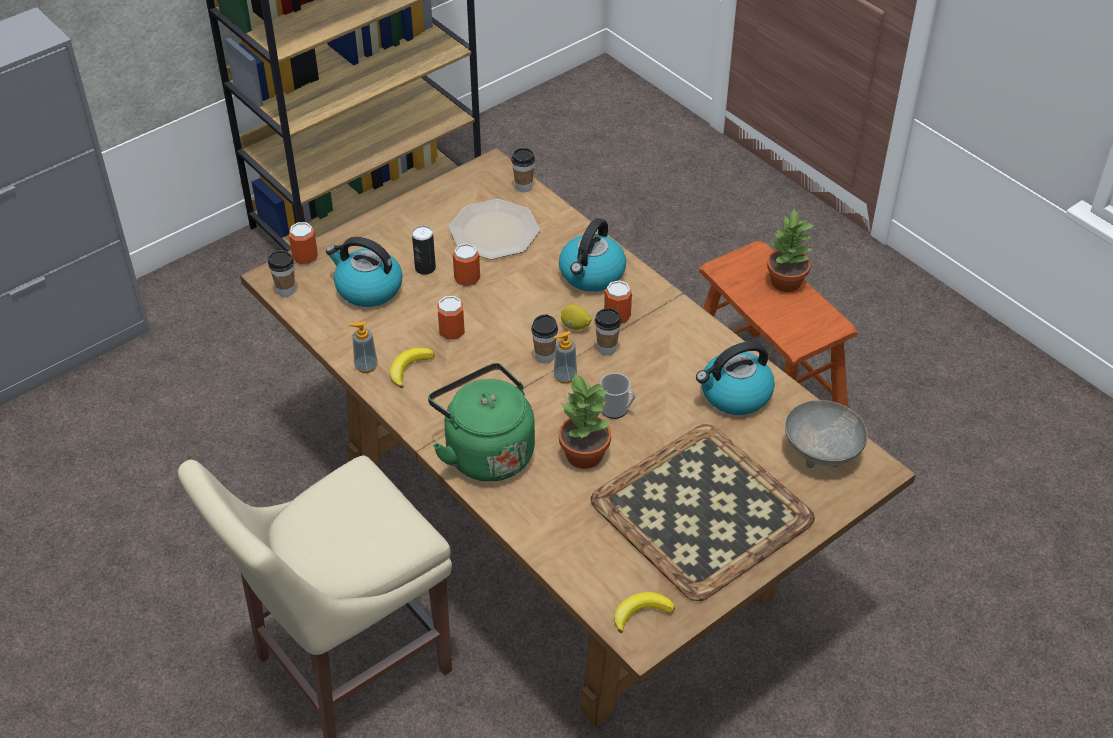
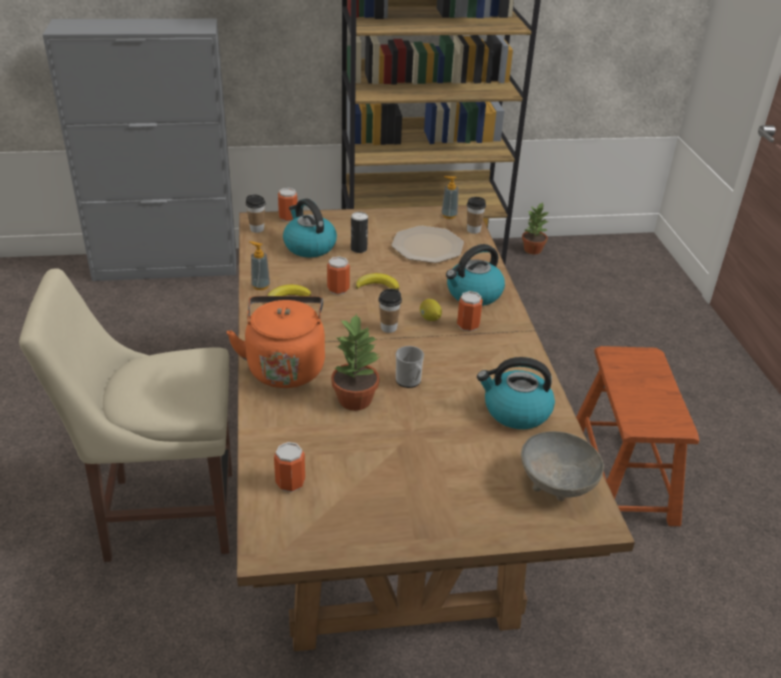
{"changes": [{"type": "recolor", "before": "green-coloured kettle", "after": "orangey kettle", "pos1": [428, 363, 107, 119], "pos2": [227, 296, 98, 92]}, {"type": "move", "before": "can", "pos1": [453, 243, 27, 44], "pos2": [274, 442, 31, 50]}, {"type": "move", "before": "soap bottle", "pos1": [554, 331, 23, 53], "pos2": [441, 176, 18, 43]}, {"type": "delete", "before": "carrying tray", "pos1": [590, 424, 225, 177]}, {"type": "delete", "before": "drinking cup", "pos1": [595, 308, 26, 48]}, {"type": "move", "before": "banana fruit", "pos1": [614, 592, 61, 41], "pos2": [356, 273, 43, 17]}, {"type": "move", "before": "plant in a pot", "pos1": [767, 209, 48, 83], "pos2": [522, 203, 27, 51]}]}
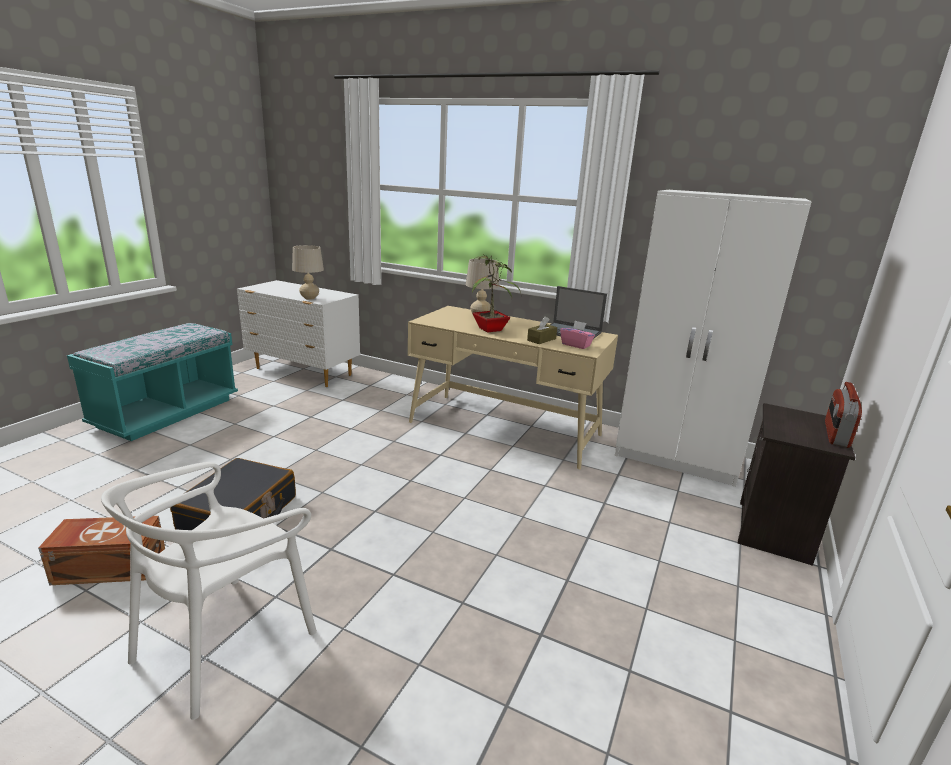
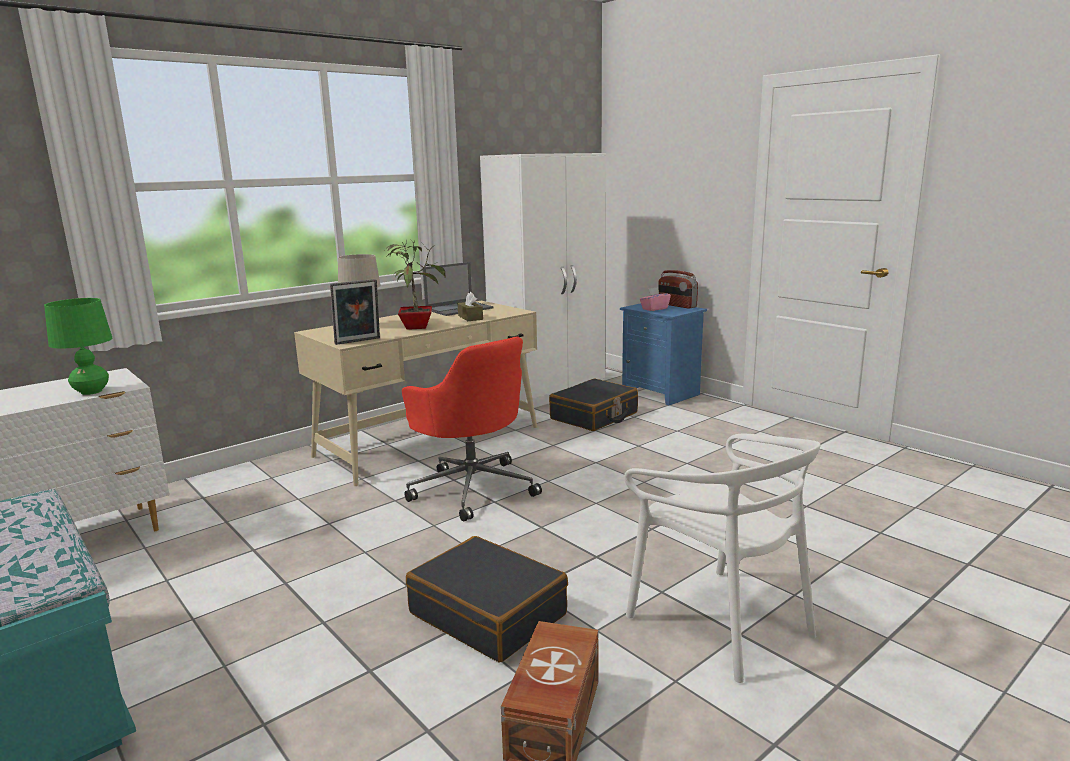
{"changes": [{"type": "recolor", "before": "beige tabletop lamp", "after": "green-coloured tabletop lamp", "pos1": [292, 245, 32, 55], "pos2": [44, 298, 69, 97]}, {"type": "move", "before": "pink-coloured tissue box", "pos1": [560, 321, 35, 28], "pos2": [640, 287, 31, 24]}, {"type": "recolor", "before": "black nightstand", "after": "blue-coloured nightstand", "pos1": [738, 403, 118, 163], "pos2": [620, 303, 87, 102]}, {"type": "insert", "after": "picture frame", "pos2": [330, 279, 50, 66]}, {"type": "insert", "after": "reddish desk chair", "pos2": [402, 336, 140, 186]}, {"type": "insert", "after": "black suitcase", "pos2": [549, 379, 89, 52]}]}
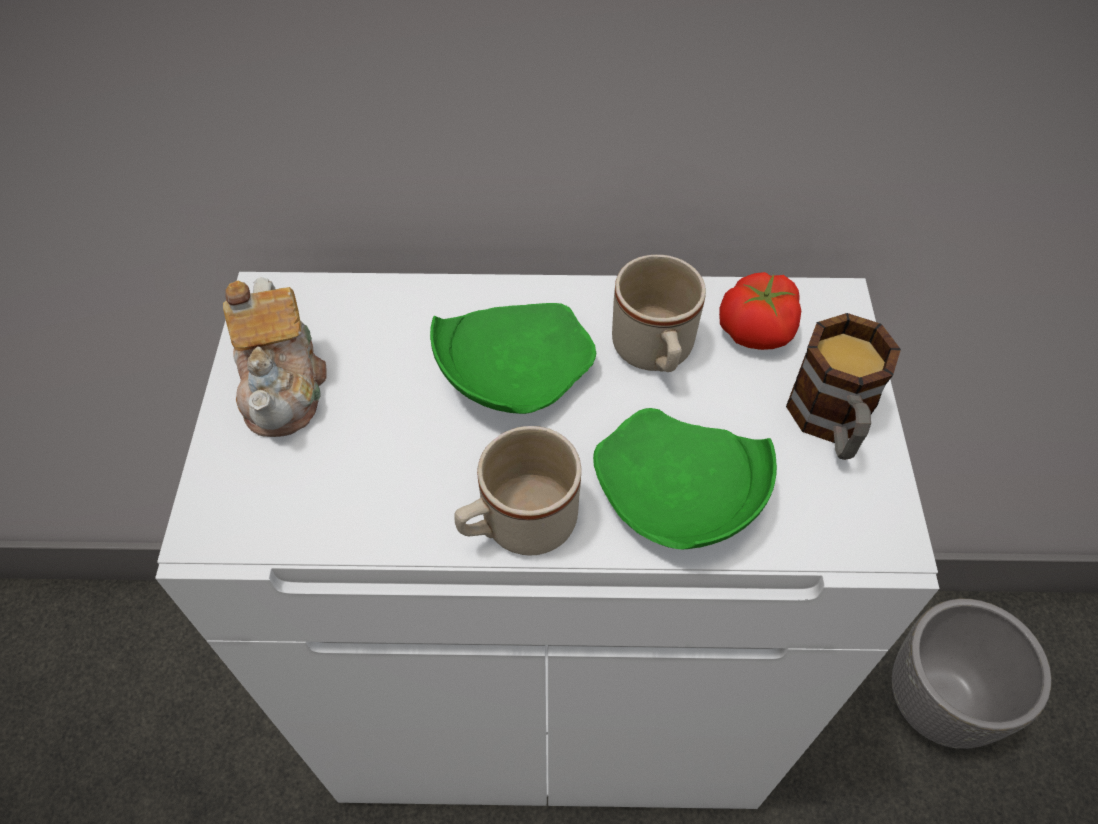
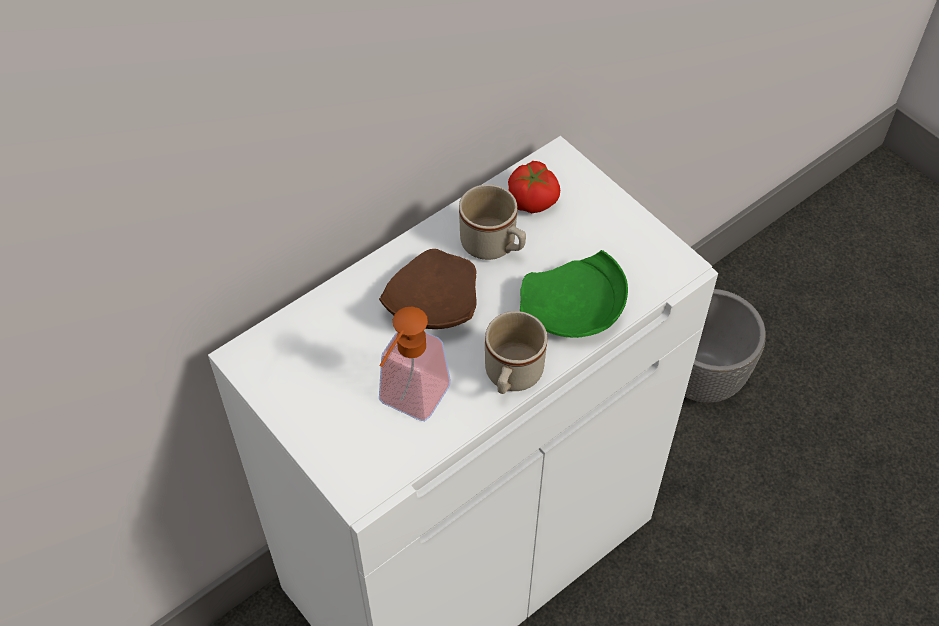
{"changes": [{"type": "delete", "before": "tea pot", "pos1": [223, 277, 104, 160]}, {"type": "recolor", "before": "green-coloured dinner plate", "after": "brown-coloured dinner plate", "pos1": [430, 303, 166, 111], "pos2": [379, 249, 98, 80]}, {"type": "delete", "before": "coffee mug", "pos1": [786, 313, 115, 147]}, {"type": "insert", "after": "soap bottle", "pos2": [379, 307, 72, 114]}]}
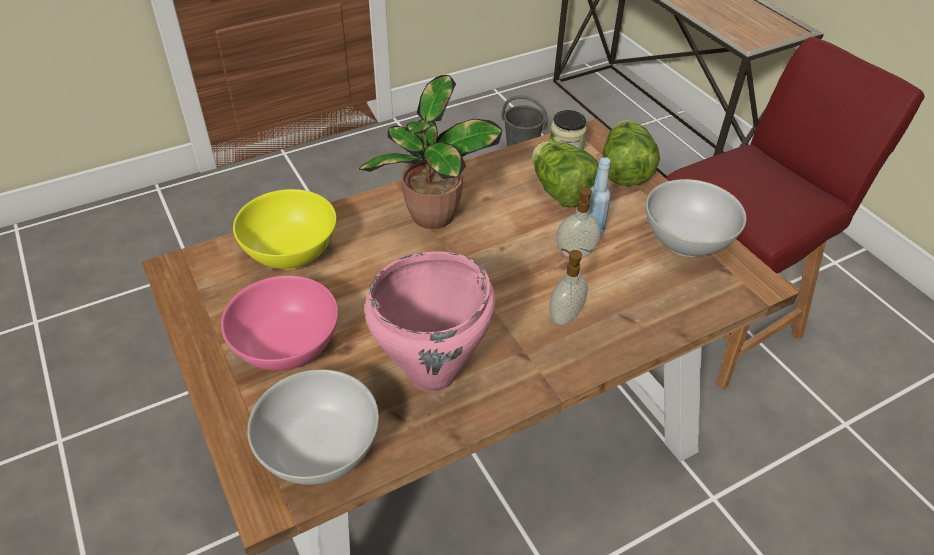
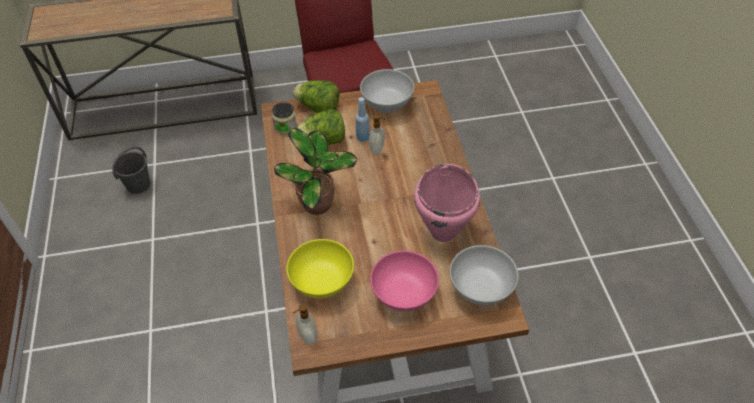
{"changes": [{"type": "move", "before": "soap bottle", "pos1": [549, 248, 39, 77], "pos2": [293, 304, 25, 41]}]}
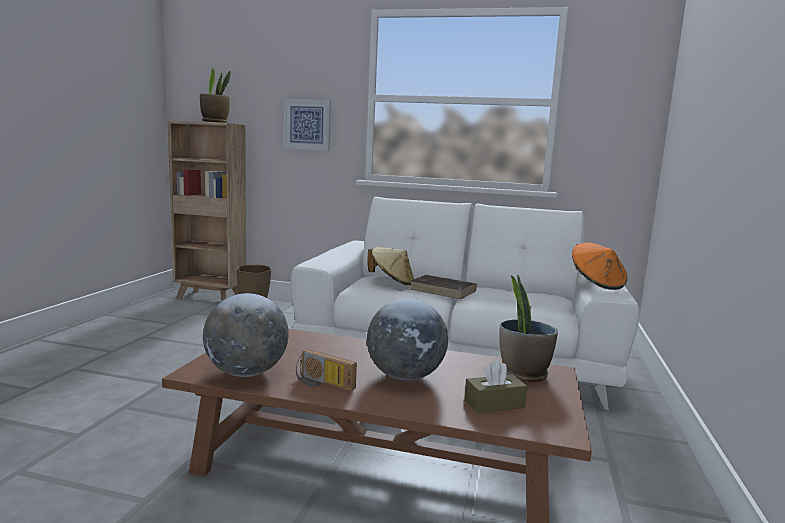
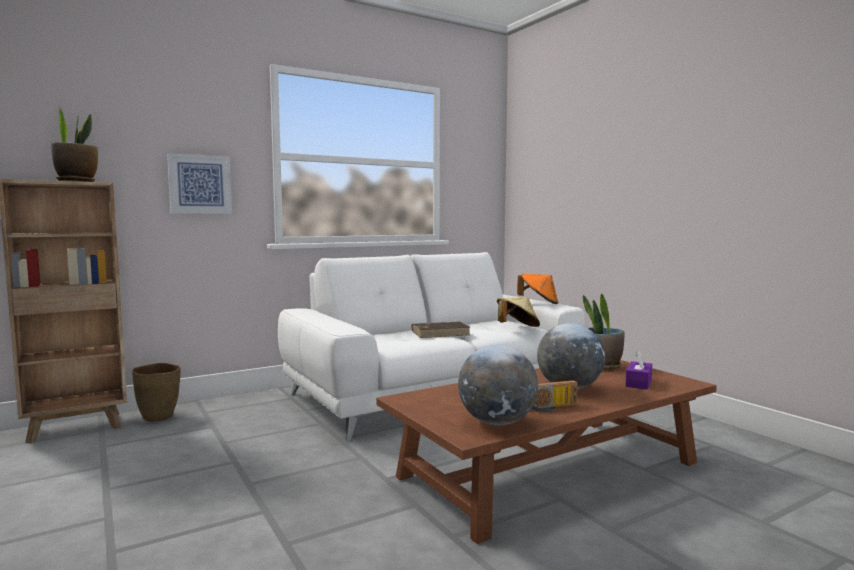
{"changes": [{"type": "move", "before": "beige wearable hat", "pos1": [367, 246, 47, 39], "pos2": [497, 297, 43, 30]}, {"type": "recolor", "before": "brown-coloured tissue box", "after": "purple-coloured tissue box", "pos1": [464, 360, 63, 53], "pos2": [625, 350, 27, 40]}]}
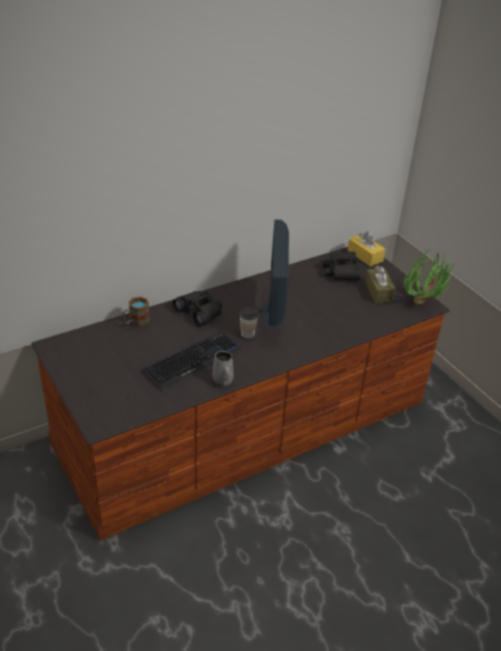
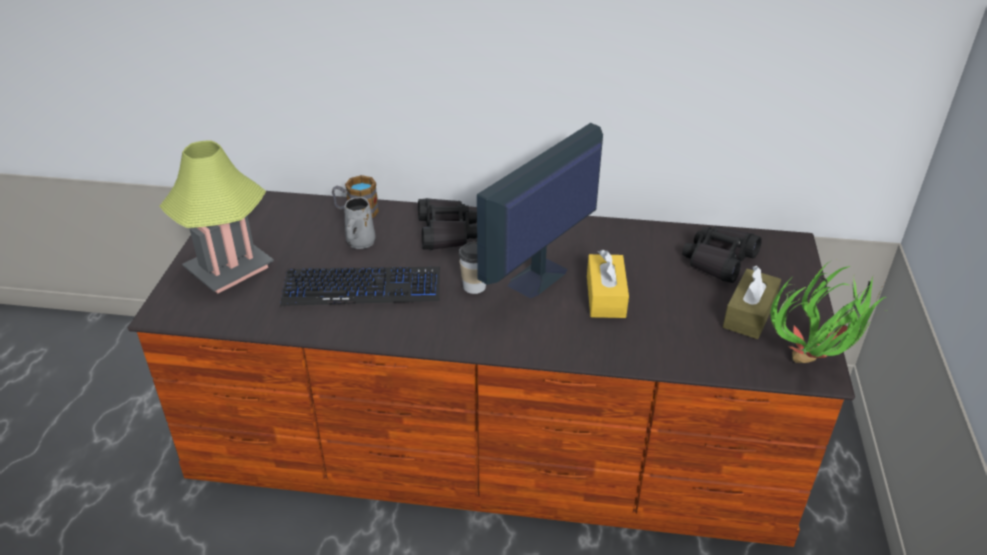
{"changes": [{"type": "move", "before": "gray coffee mug", "pos1": [212, 350, 22, 36], "pos2": [345, 197, 31, 52]}, {"type": "move", "before": "yellow-coloured tissue box", "pos1": [348, 231, 38, 36], "pos2": [587, 250, 42, 68]}, {"type": "insert", "after": "tabletop lamp", "pos2": [159, 141, 115, 152]}]}
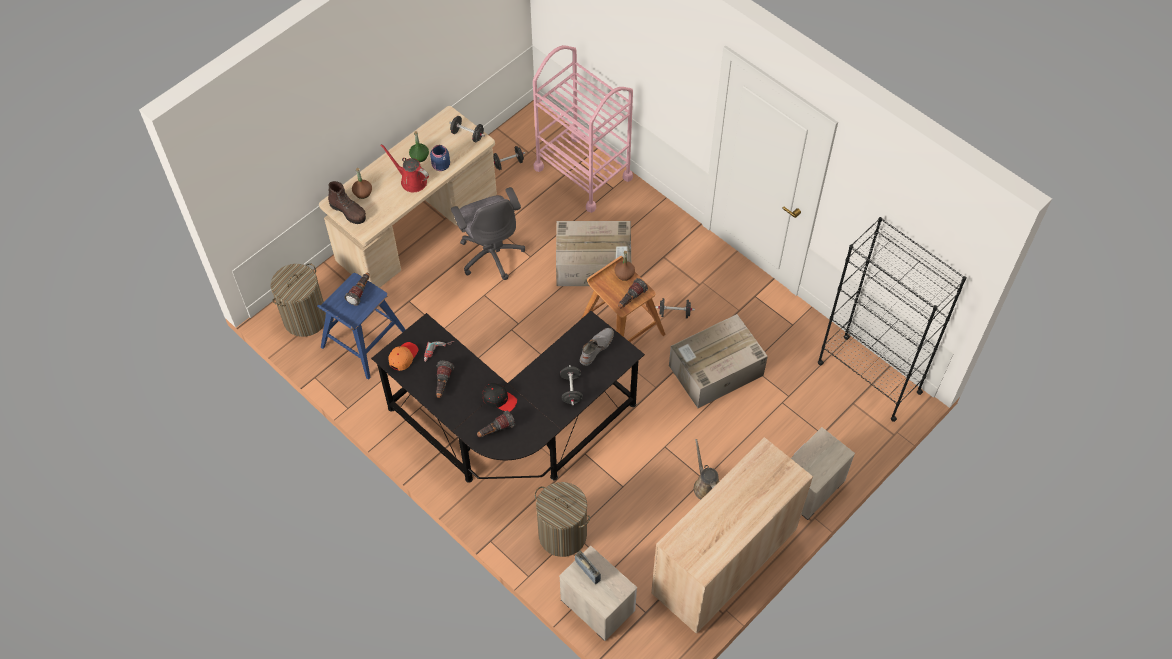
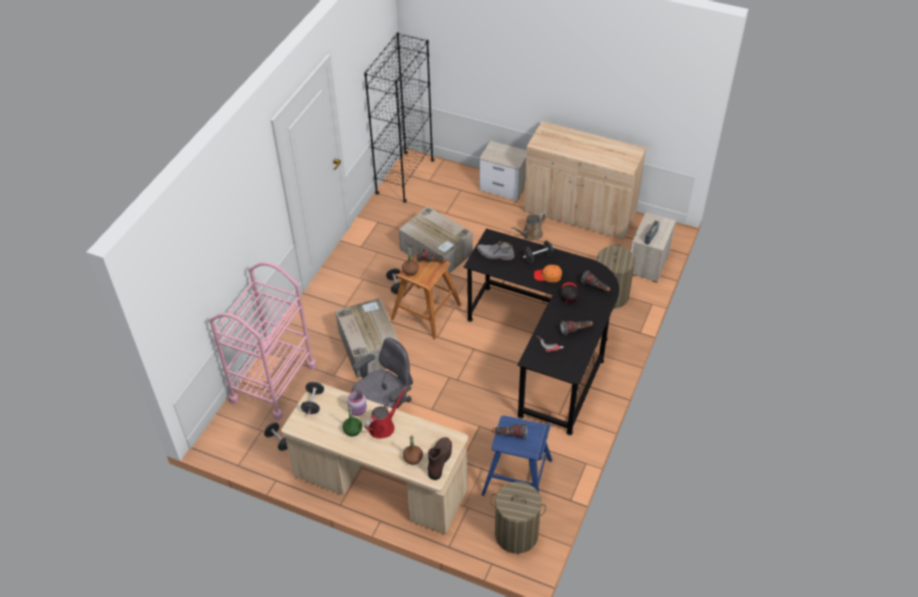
{"changes": [{"type": "rotate", "before": "reddish sprinkling can", "pos1": [380, 144, 49, 48], "pos2": [365, 387, 42, 52], "turn": -150}, {"type": "move", "before": "orangey baseball cap", "pos1": [388, 342, 30, 29], "pos2": [534, 265, 28, 17]}, {"type": "recolor", "before": "blue-coloured jar", "after": "pink-coloured jar", "pos1": [430, 145, 20, 26], "pos2": [347, 390, 20, 26]}]}
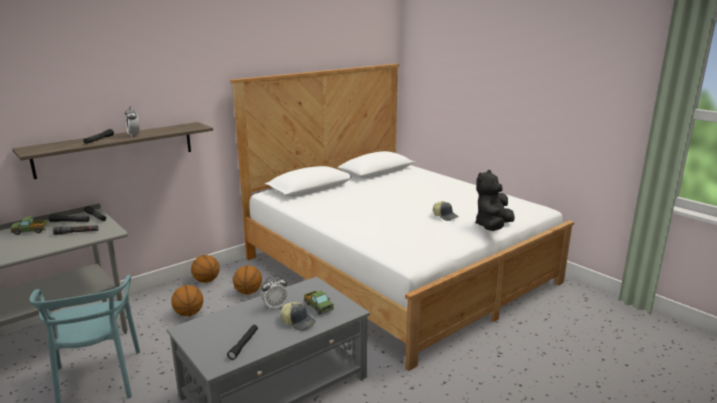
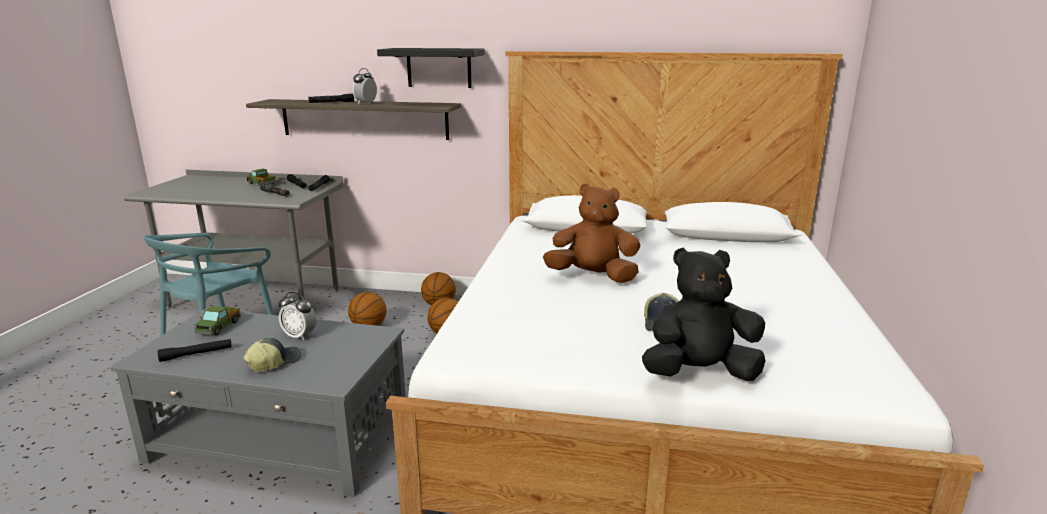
{"changes": [{"type": "rotate", "before": "baseball cap", "pos1": [281, 302, 35, 29], "pos2": [243, 338, 59, 34], "turn": -135}, {"type": "move", "before": "model truck", "pos1": [304, 290, 30, 25], "pos2": [194, 306, 47, 30]}, {"type": "insert", "after": "black bracket shelf", "pos2": [377, 48, 108, 40]}, {"type": "insert", "after": "brown-coloured plush toy", "pos2": [543, 184, 98, 99]}]}
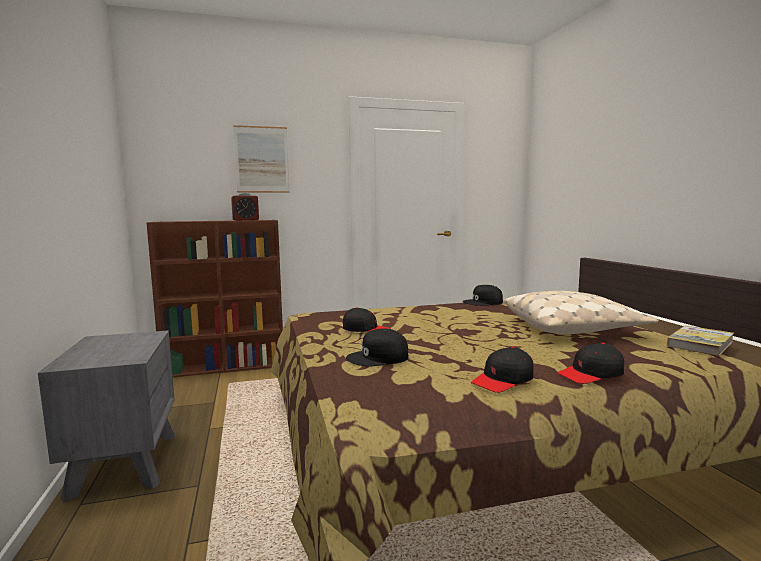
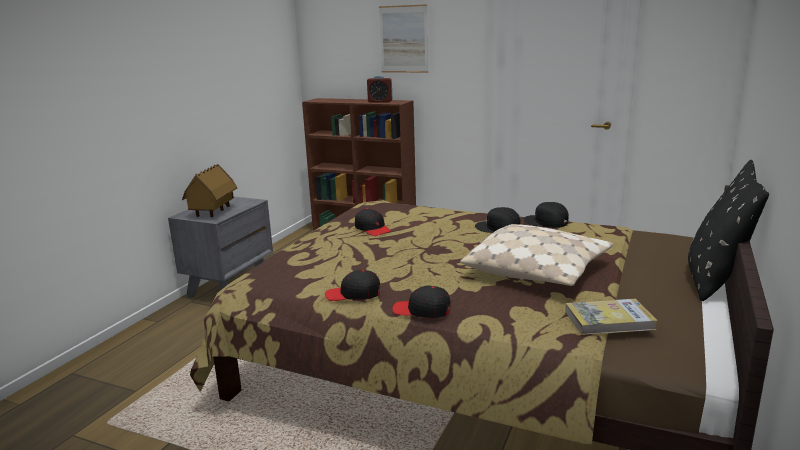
{"changes": [{"type": "move", "before": "black baseball cap", "pos1": [346, 328, 62, 38], "pos2": [475, 207, 45, 26]}, {"type": "insert", "after": "miniature house", "pos2": [182, 164, 55, 53]}, {"type": "insert", "after": "black pillow", "pos2": [688, 160, 81, 141]}]}
